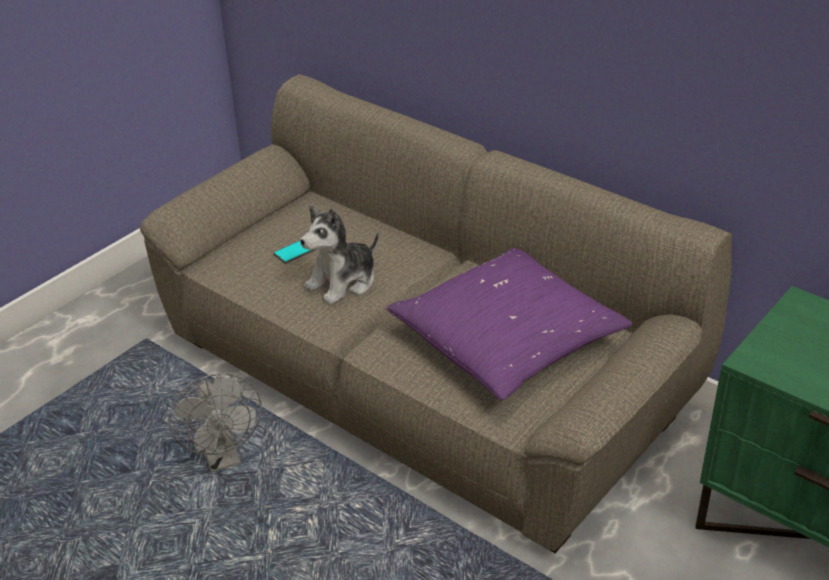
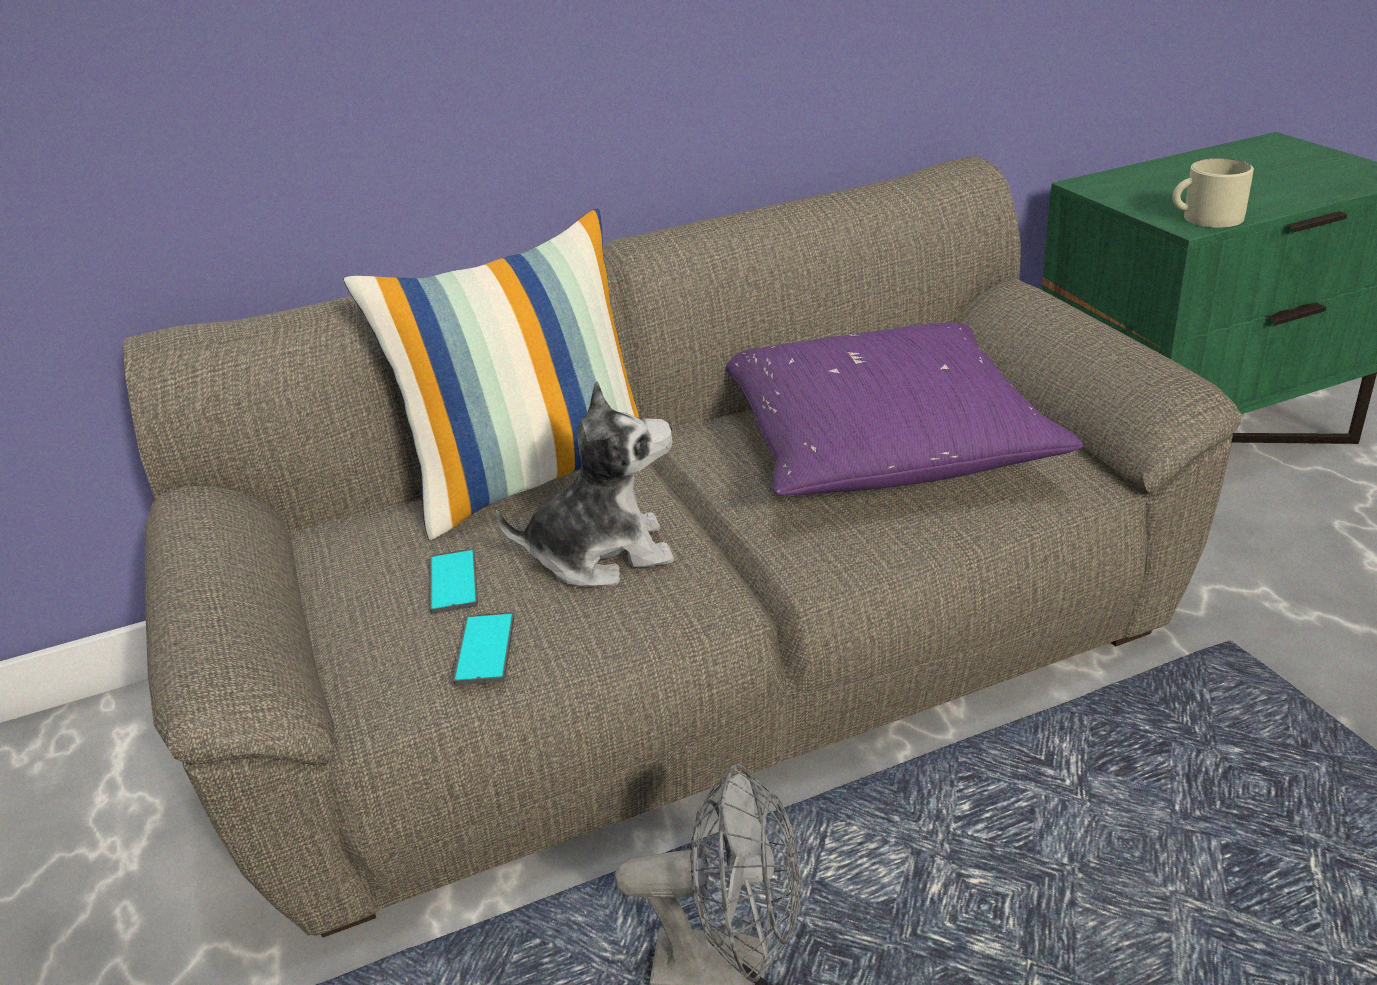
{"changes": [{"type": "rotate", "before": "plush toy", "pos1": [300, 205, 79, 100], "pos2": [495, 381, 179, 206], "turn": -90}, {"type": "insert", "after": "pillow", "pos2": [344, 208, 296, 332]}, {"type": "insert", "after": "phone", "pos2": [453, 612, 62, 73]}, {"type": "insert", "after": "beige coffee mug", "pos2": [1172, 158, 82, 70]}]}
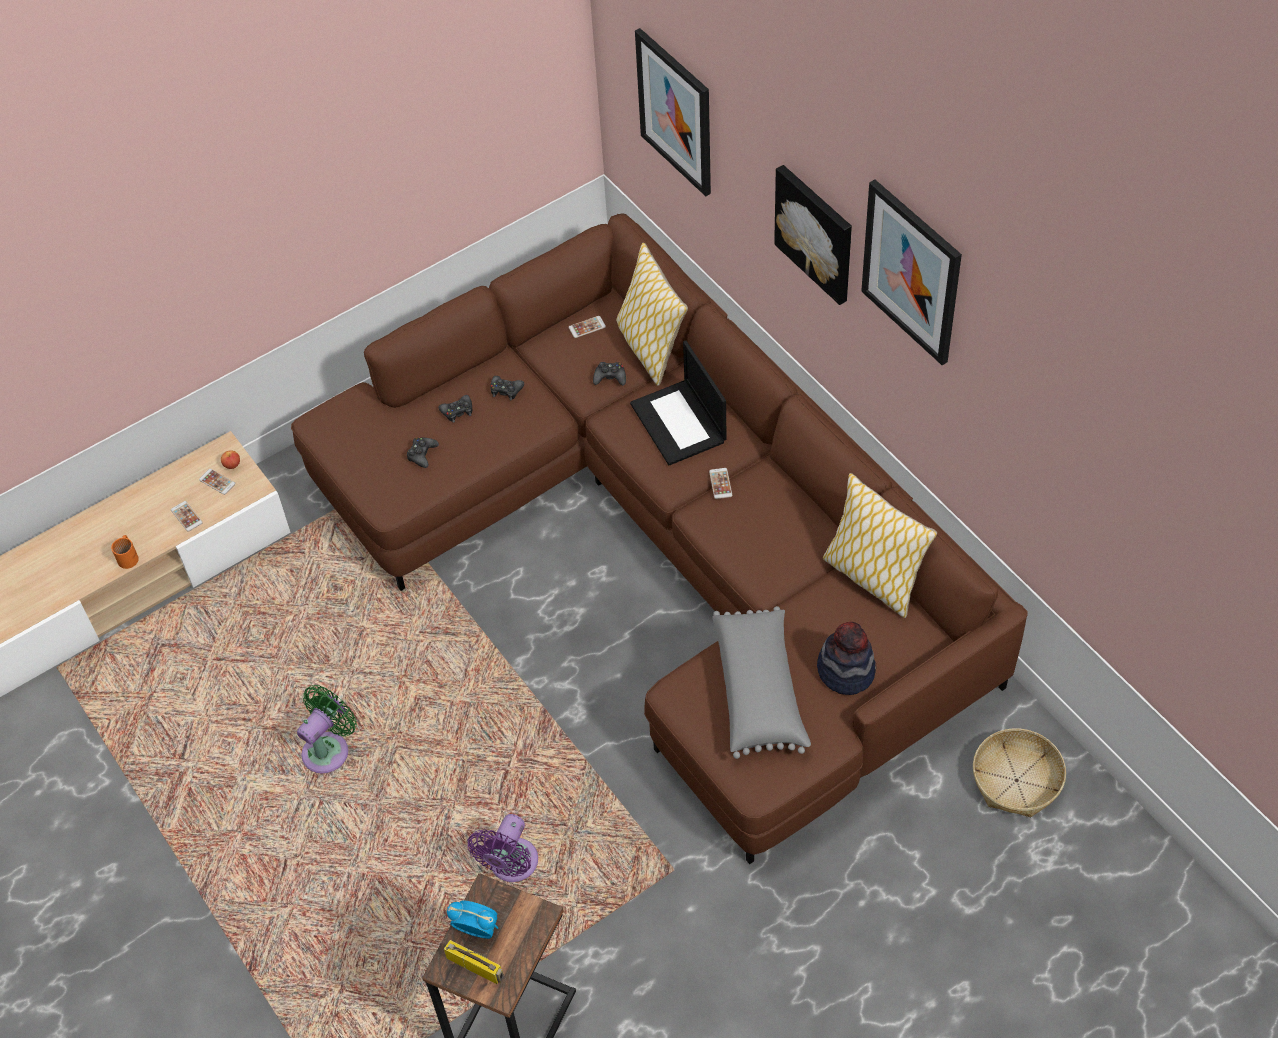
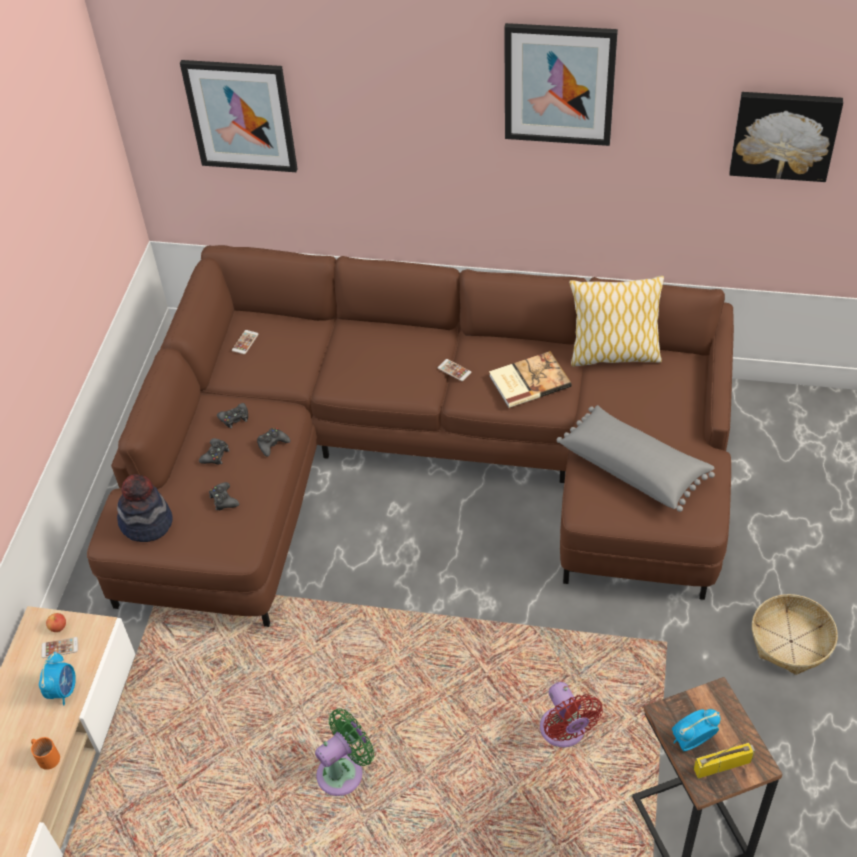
{"changes": [{"type": "replace", "before": "phone", "after": "table clock", "pos1": [171, 501, 32, 31], "pos2": [39, 652, 37, 54]}, {"type": "rotate", "before": "green-coloured fan", "pos1": [297, 685, 60, 88], "pos2": [315, 709, 59, 87], "turn": 60}, {"type": "recolor", "before": "purple-coloured fan", "after": "reddish fan", "pos1": [467, 814, 71, 68], "pos2": [540, 682, 63, 66]}, {"type": "move", "before": "black gamepad", "pos1": [593, 362, 33, 23], "pos2": [257, 428, 33, 29]}, {"type": "delete", "before": "pillow", "pos1": [616, 243, 72, 143]}, {"type": "delete", "before": "notebook computer", "pos1": [630, 341, 97, 125]}, {"type": "move", "before": "wall picture", "pos1": [774, 165, 78, 140], "pos2": [729, 92, 114, 90]}, {"type": "move", "before": "wearable hat", "pos1": [817, 622, 59, 73], "pos2": [117, 474, 56, 68]}, {"type": "move", "before": "storage basket", "pos1": [973, 728, 93, 89], "pos2": [752, 594, 86, 81]}, {"type": "insert", "after": "bound book", "pos2": [489, 351, 82, 57]}]}
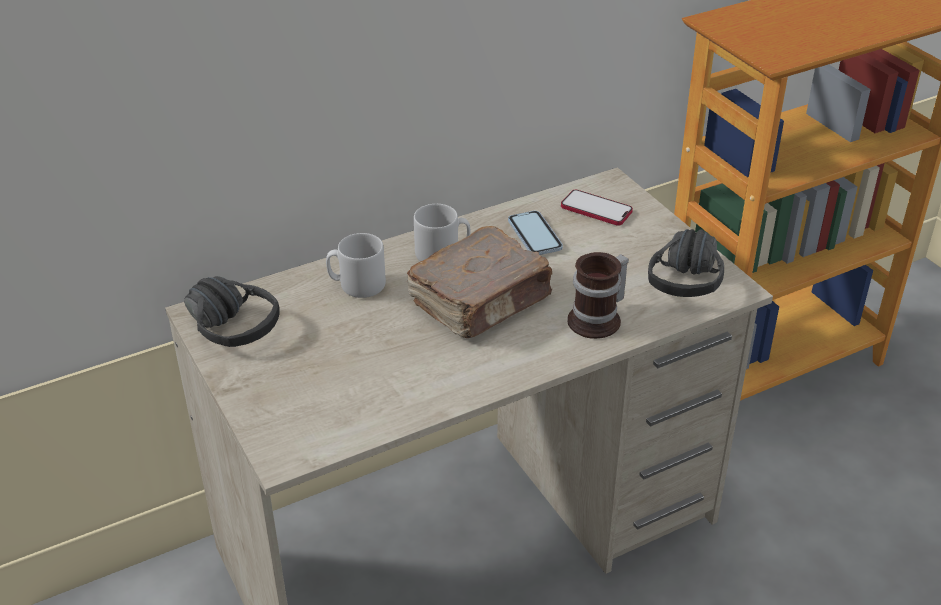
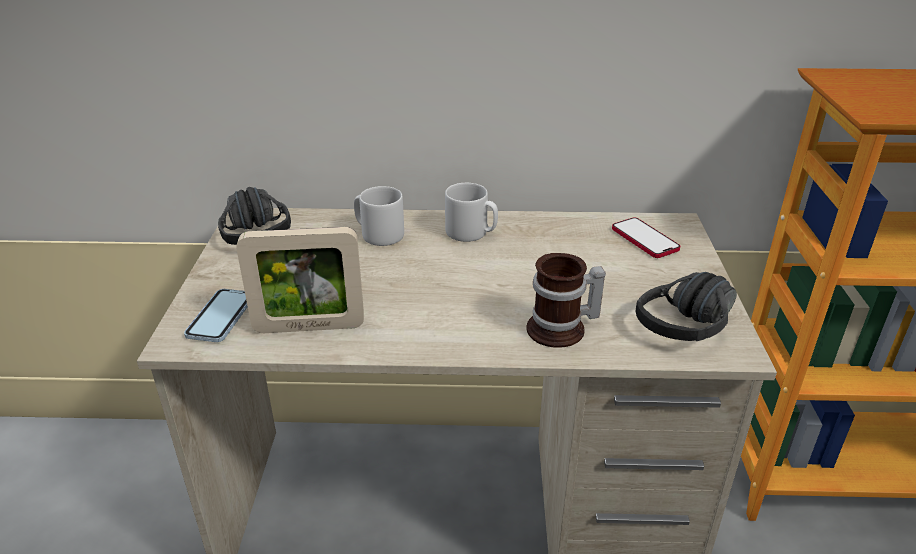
{"changes": [{"type": "delete", "before": "brown-coloured bound book", "pos1": [407, 226, 146, 112]}, {"type": "move", "before": "phone", "pos1": [508, 211, 55, 44], "pos2": [184, 289, 64, 53]}, {"type": "insert", "after": "picture frame", "pos2": [236, 227, 128, 106]}]}
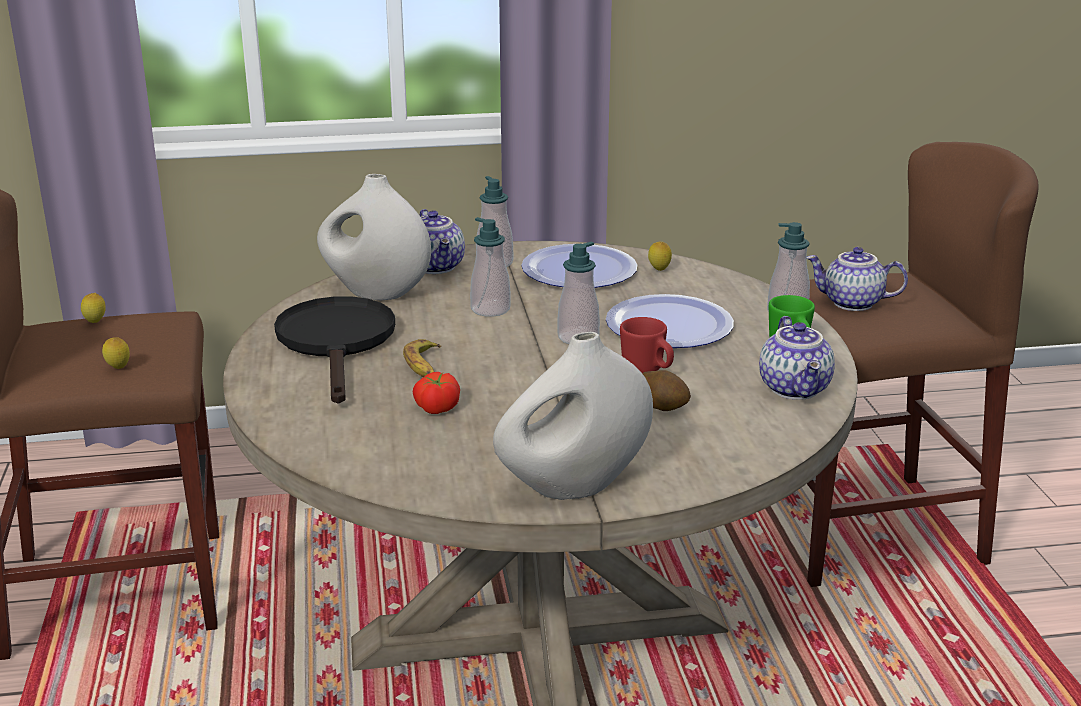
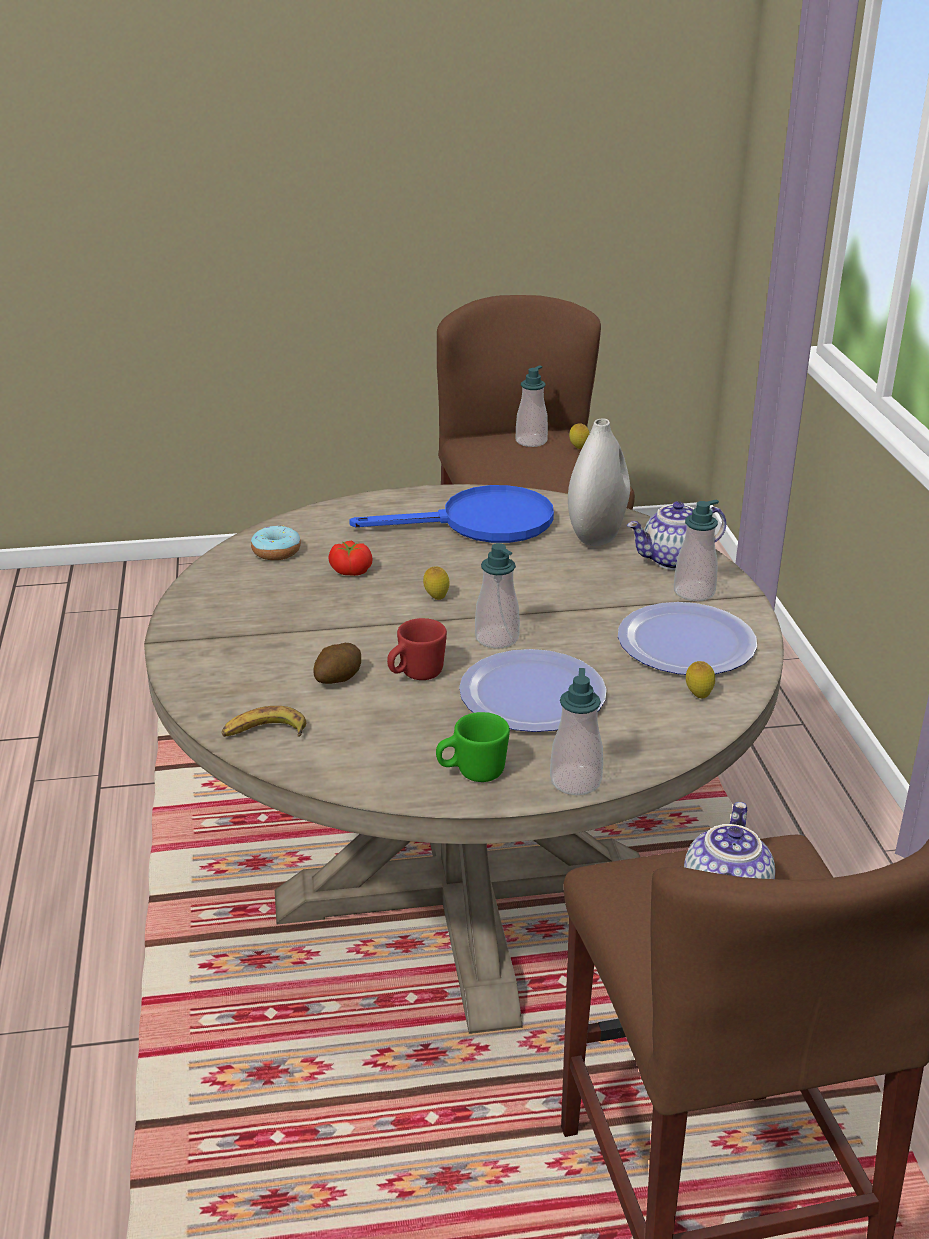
{"changes": [{"type": "move", "before": "citrus fruit", "pos1": [102, 337, 28, 32], "pos2": [423, 566, 26, 34]}, {"type": "recolor", "before": "black frying pan", "after": "blue-coloured frying pan", "pos1": [274, 296, 121, 108], "pos2": [349, 485, 205, 58]}, {"type": "move", "before": "banana fruit", "pos1": [403, 339, 38, 38], "pos2": [221, 706, 85, 31]}, {"type": "move", "before": "soap bottle", "pos1": [470, 217, 41, 100], "pos2": [516, 365, 32, 82]}, {"type": "delete", "before": "white vase", "pos1": [493, 332, 160, 168]}, {"type": "delete", "before": "tea pot", "pos1": [759, 316, 76, 84]}, {"type": "insert", "after": "doughnut", "pos2": [251, 526, 50, 34]}]}
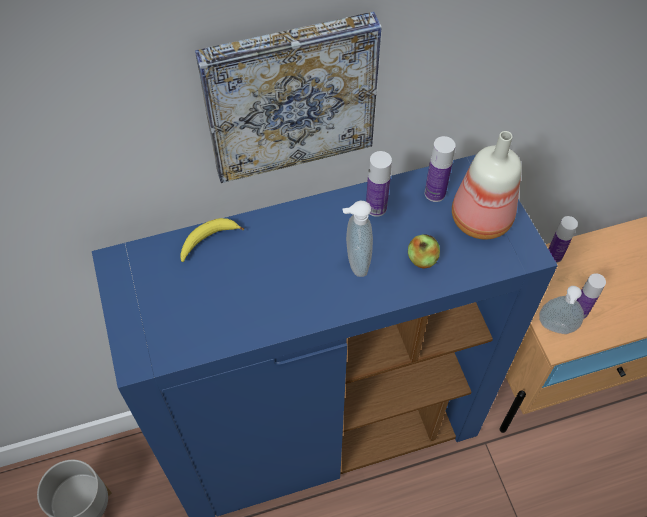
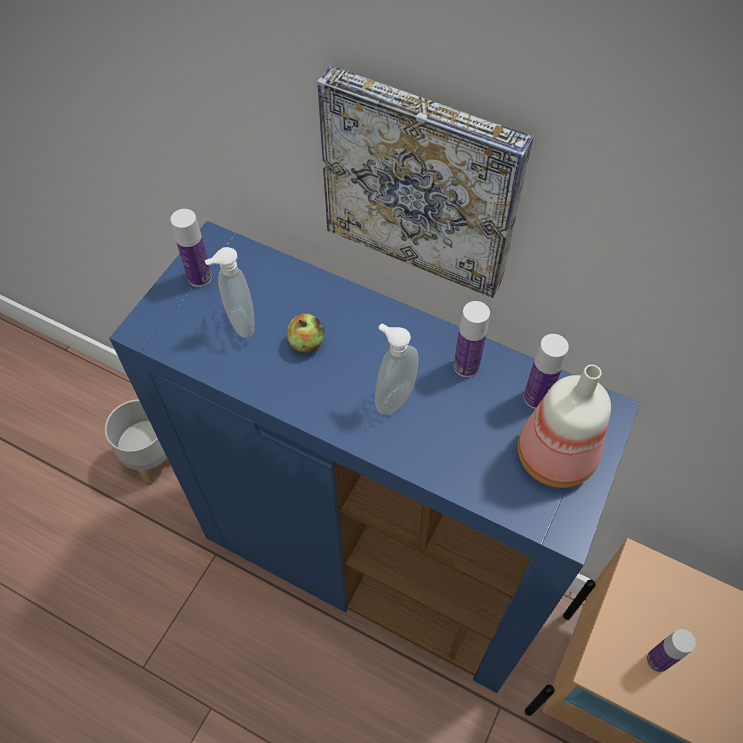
{"changes": [{"type": "delete", "before": "banana fruit", "pos1": [181, 218, 63, 44]}, {"type": "move", "before": "apple", "pos1": [408, 235, 32, 34], "pos2": [287, 314, 38, 39]}, {"type": "move", "before": "soap bottle", "pos1": [539, 286, 45, 48], "pos2": [205, 247, 50, 91]}, {"type": "move", "before": "bottle", "pos1": [548, 216, 30, 47], "pos2": [170, 209, 42, 78]}]}
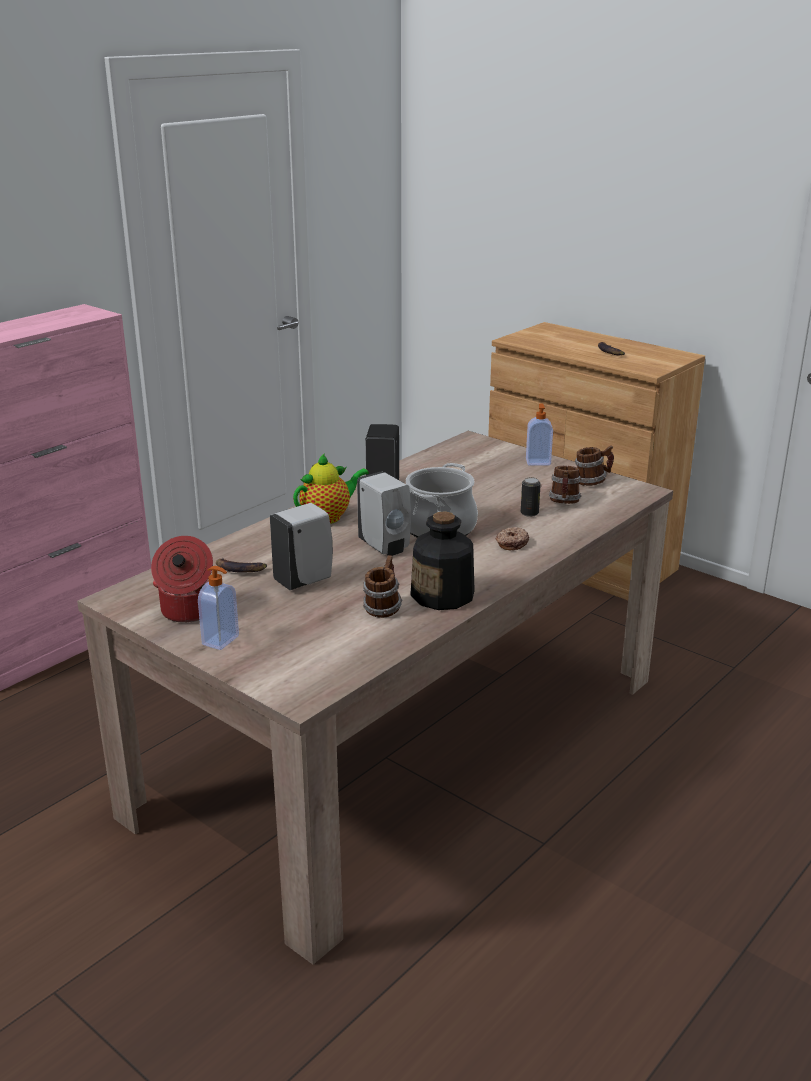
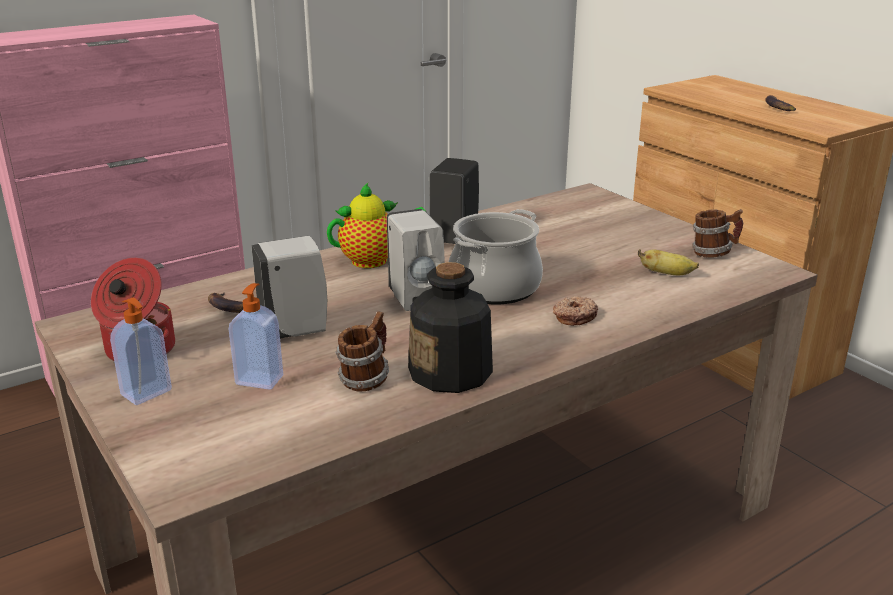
{"changes": [{"type": "delete", "before": "can", "pos1": [521, 477, 20, 40]}, {"type": "move", "before": "soap bottle", "pos1": [526, 404, 27, 61], "pos2": [229, 283, 54, 107]}, {"type": "replace", "before": "coffee mug", "after": "banana fruit", "pos1": [549, 466, 33, 38], "pos2": [638, 249, 61, 26]}]}
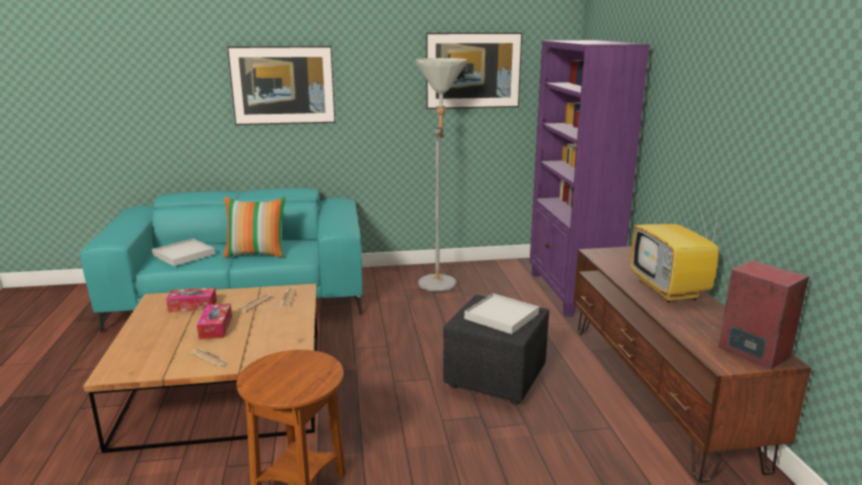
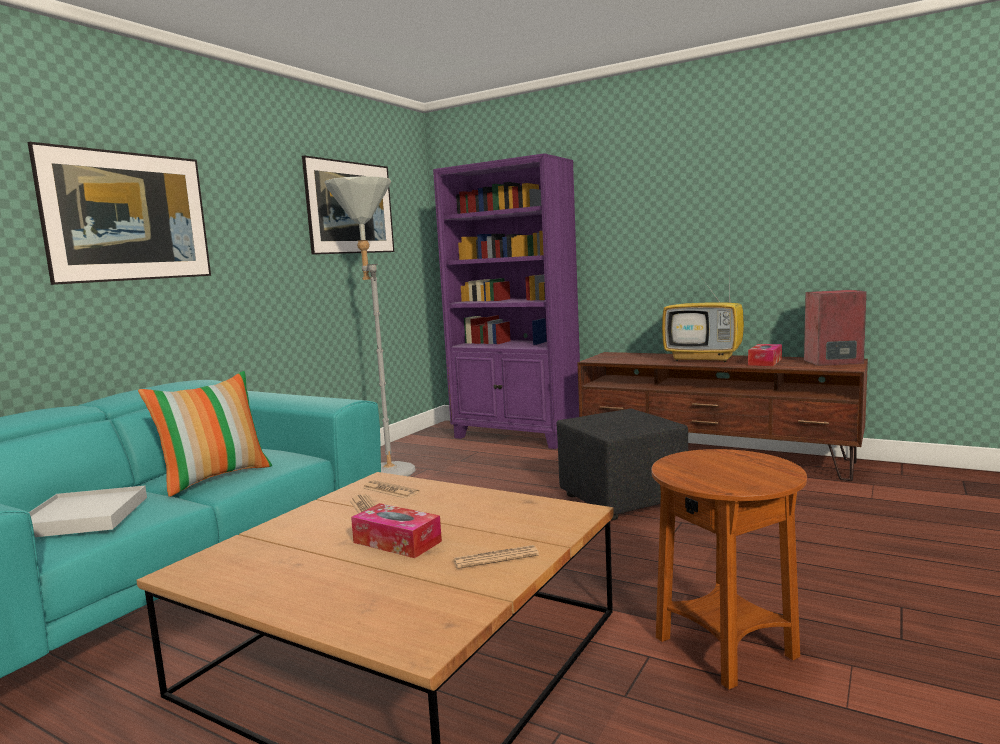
{"changes": [{"type": "move", "before": "tissue box", "pos1": [166, 288, 51, 24], "pos2": [748, 344, 34, 22]}, {"type": "delete", "before": "white carrying tray", "pos1": [464, 293, 75, 41]}]}
